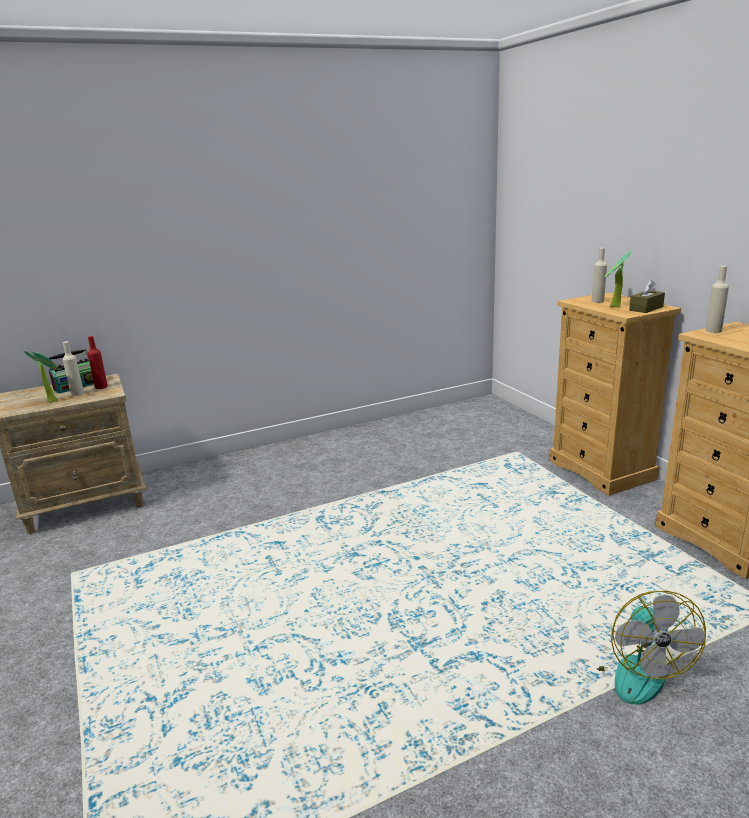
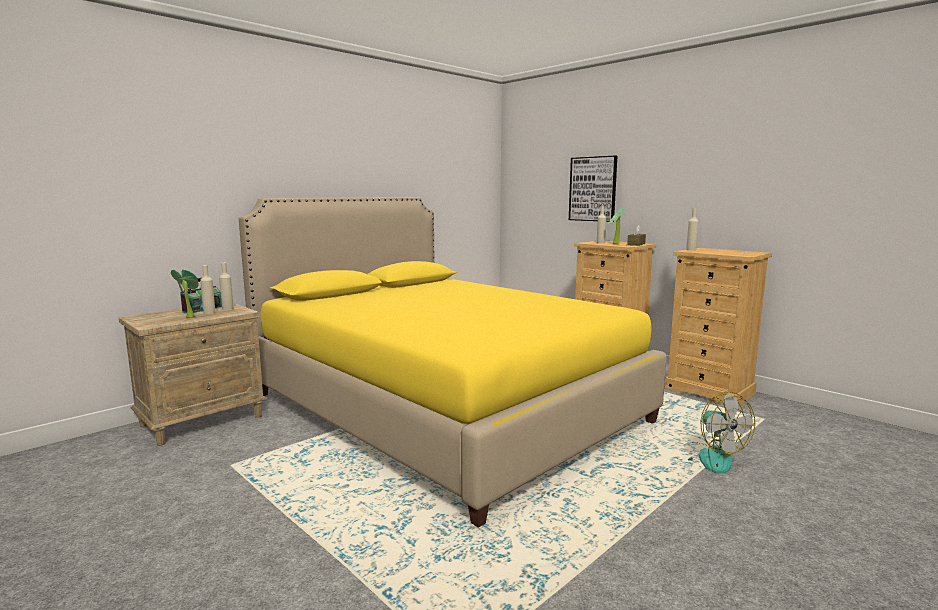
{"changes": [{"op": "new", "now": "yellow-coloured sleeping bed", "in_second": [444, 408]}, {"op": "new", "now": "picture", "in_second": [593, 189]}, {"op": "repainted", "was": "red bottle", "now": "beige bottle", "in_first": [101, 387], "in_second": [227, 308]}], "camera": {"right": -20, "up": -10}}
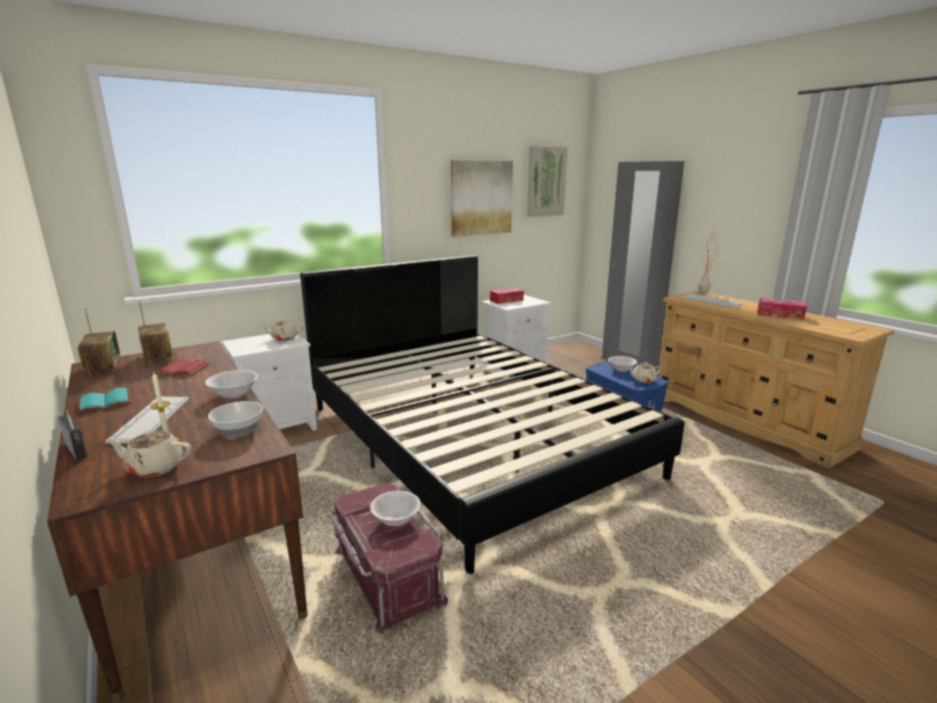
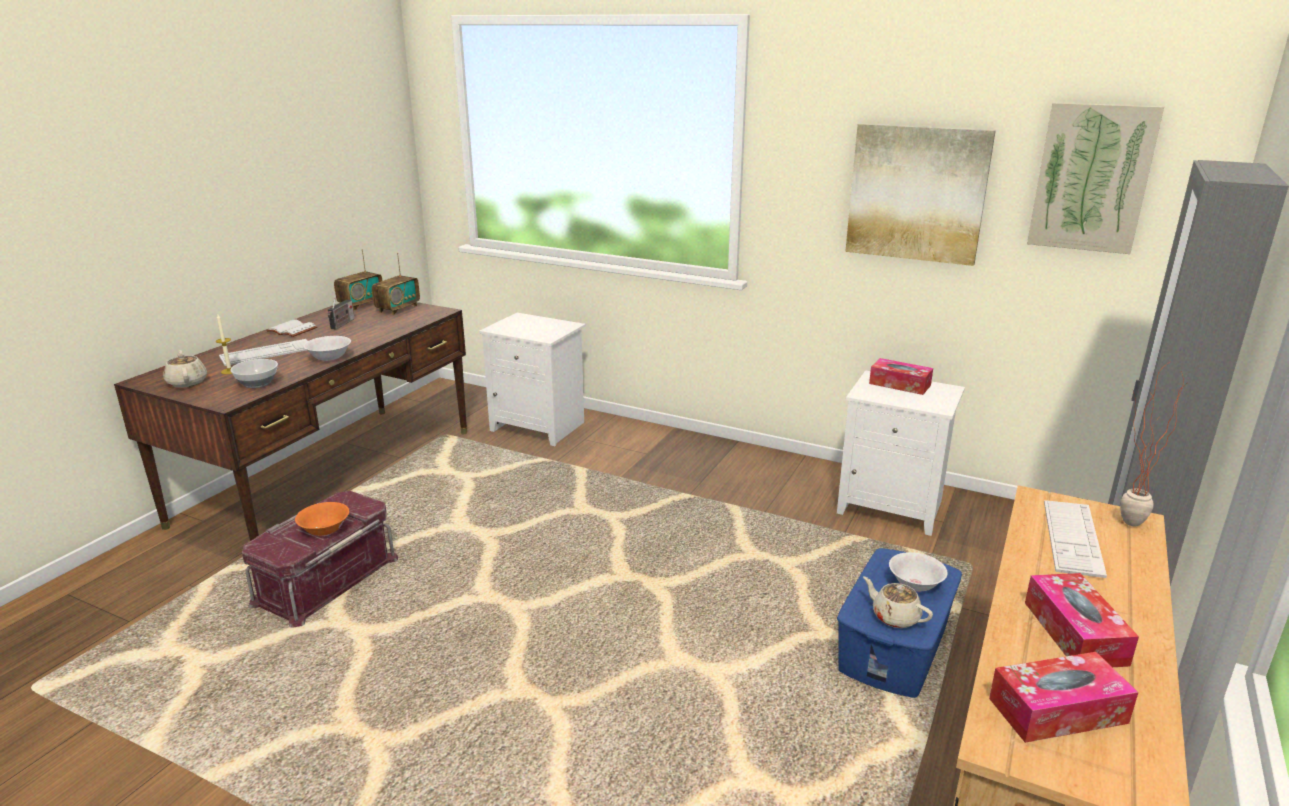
{"changes": [{"op": "gone", "was": "red bound book", "in_first": [184, 369]}, {"op": "gone", "was": "beige teapot", "in_first": [284, 338]}, {"op": "gone", "was": "black sleeping bed", "in_first": [471, 438]}, {"op": "new", "now": "tissue box", "in_second": [1057, 710]}, {"op": "shifted", "was": "radio set", "in_first": [77, 451], "in_second": [342, 324]}, {"op": "repainted", "was": "turquoise-coloured bound book", "now": "white-coloured bound book", "in_first": [104, 403], "in_second": [291, 330]}, {"op": "repainted", "was": "white-coloured deep dish", "now": "orange deep dish", "in_first": [396, 520], "in_second": [325, 531]}], "camera": {"right": 60, "up": 5}}
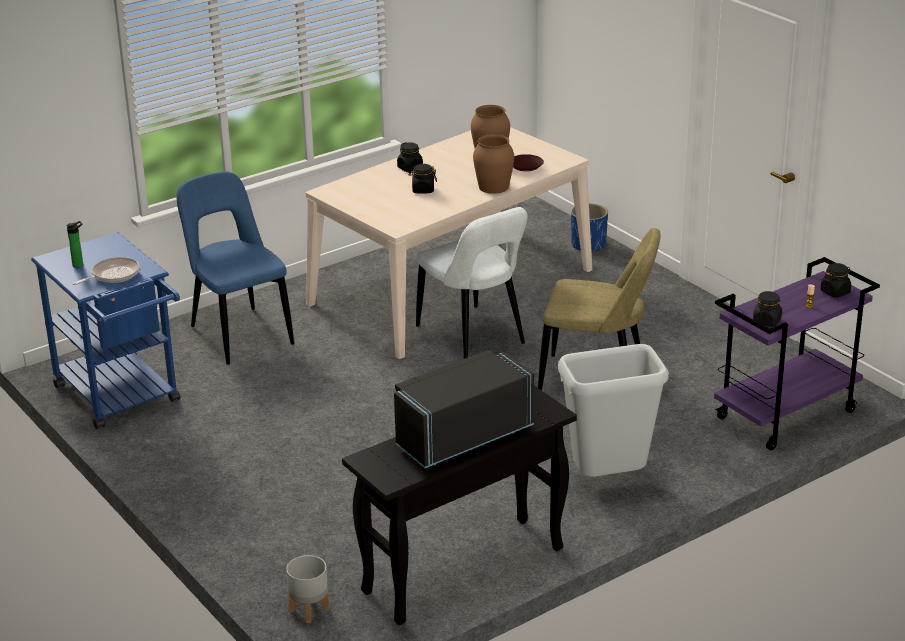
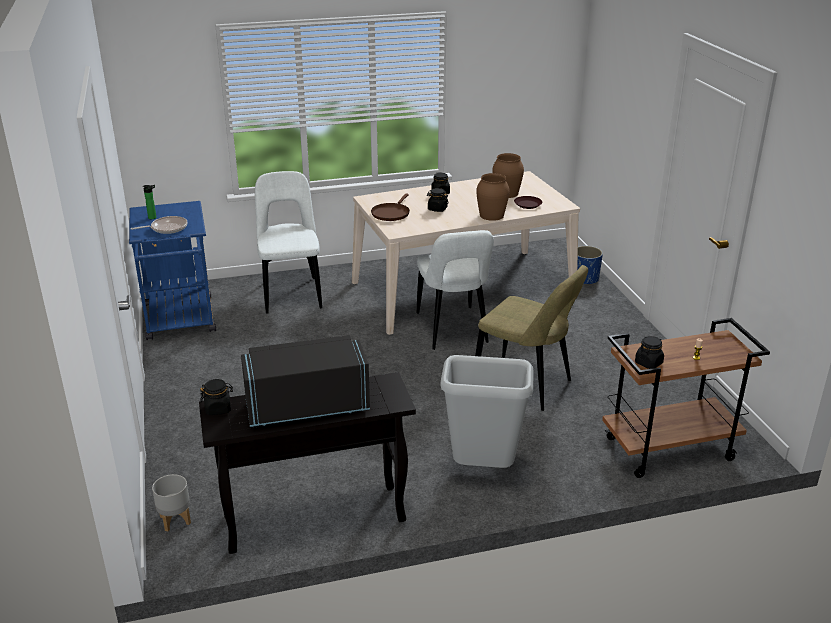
{"changes": [{"op": "new", "now": "brown-coloured frying pan", "in_second": [391, 213]}, {"op": "shifted", "was": "black storage jar", "in_first": [835, 292], "in_second": [218, 408]}, {"op": "repainted", "was": "blue upright chair", "now": "white-coloured upright chair", "in_first": [239, 333], "in_second": [291, 293]}, {"op": "repainted", "was": "purple-coloured wheeled cart", "now": "brown-coloured wheeled cart", "in_first": [785, 416], "in_second": [668, 450]}], "camera": {"right": 20, "up": 0}}
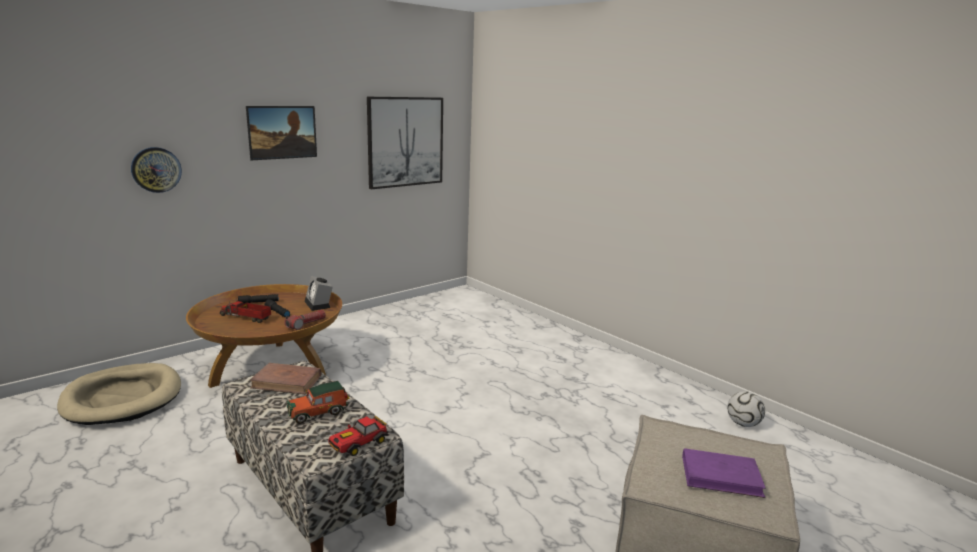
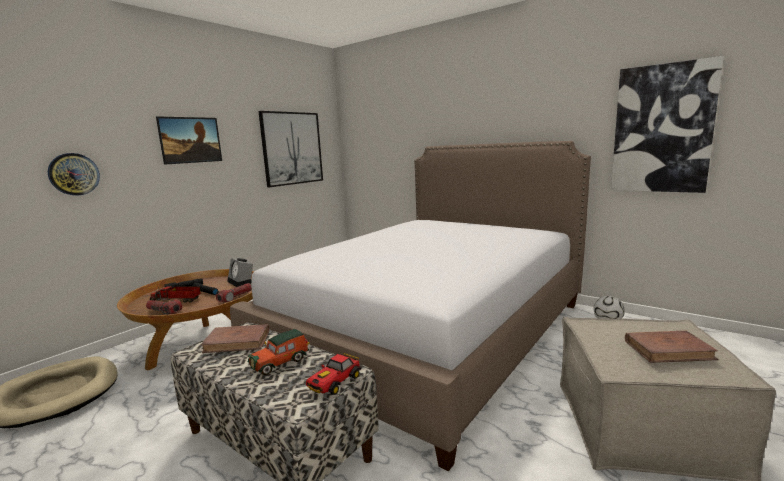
{"changes": [{"op": "new", "now": "hand torch", "in_second": [164, 312]}, {"op": "new", "now": "sleeping bed", "in_second": [431, 333]}, {"op": "new", "now": "picture", "in_second": [662, 129]}, {"op": "repainted", "was": "purple-coloured bound book", "now": "brown-coloured bound book", "in_first": [721, 476], "in_second": [668, 350]}], "camera": {"right": -10, "up": -5}}
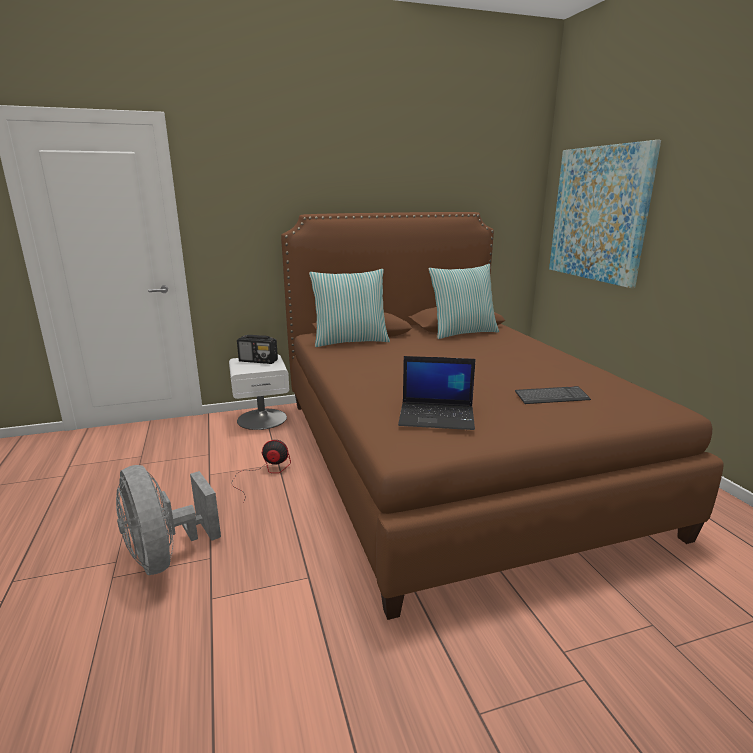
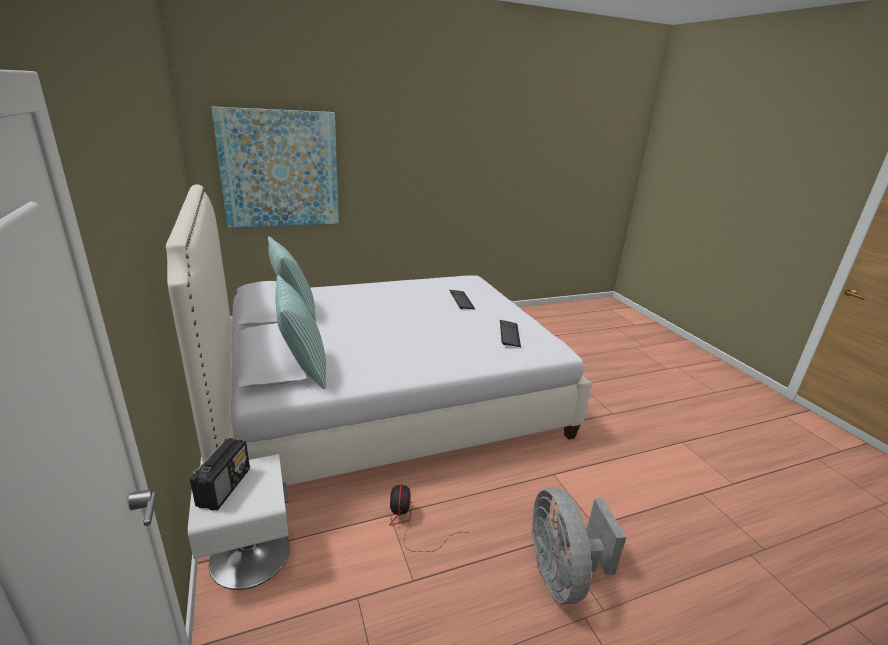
{"changes": [{"op": "swapped", "was": "notebook computer", "now": "PC keyboard", "in_first": [437, 416], "in_second": [509, 334]}, {"op": "repainted", "was": "brown-coloured sleeping bed", "now": "white-coloured sleeping bed", "in_first": [447, 458], "in_second": [385, 401]}, {"op": "rotated", "was": "grey cooling fan", "in_first": [166, 555], "in_second": [562, 574], "clockwise": 120}], "camera": {"right": -95, "up": 5}}
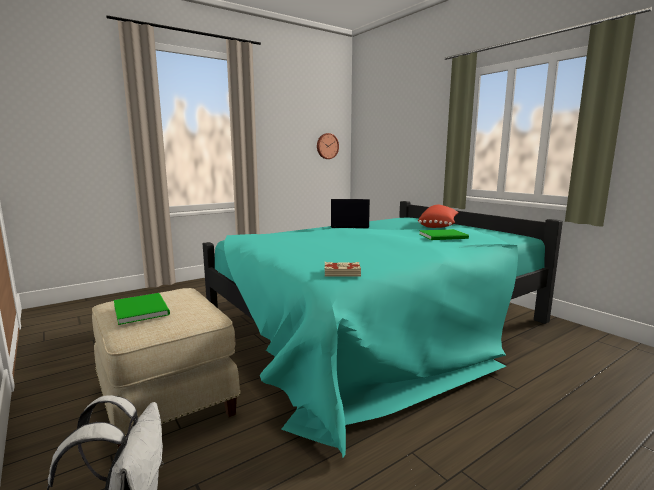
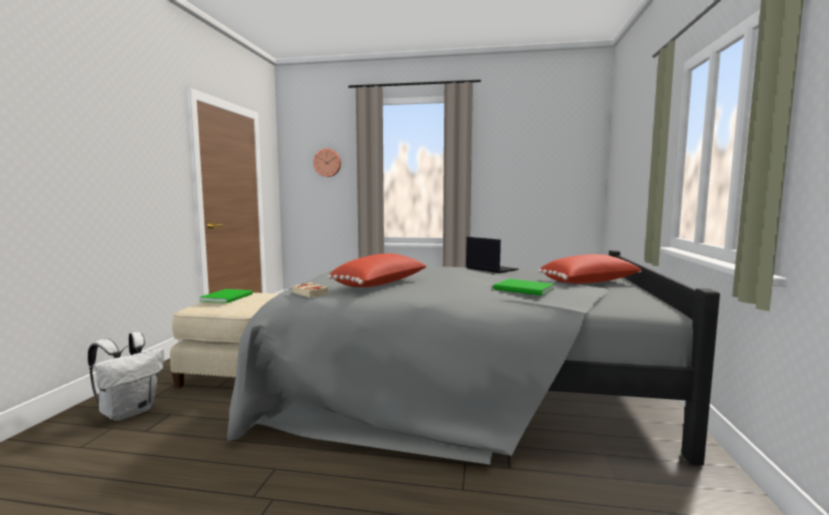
{"changes": [{"op": "new", "now": "red pillow", "in_second": [381, 284]}, {"op": "shifted", "was": "clock on the wall", "in_first": [327, 146], "in_second": [327, 162]}, {"op": "repainted", "was": "turquoise-coloured sleeping bed", "now": "grey sleeping bed", "in_first": [377, 326], "in_second": [462, 383]}], "camera": {"right": 45, "up": -5}}
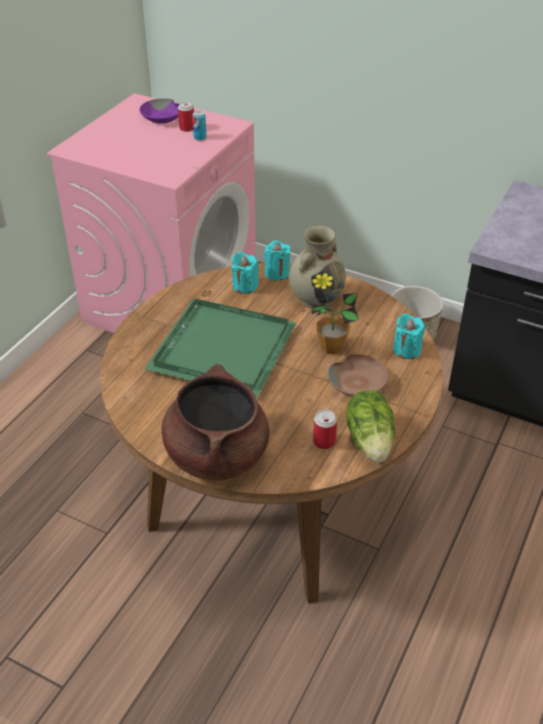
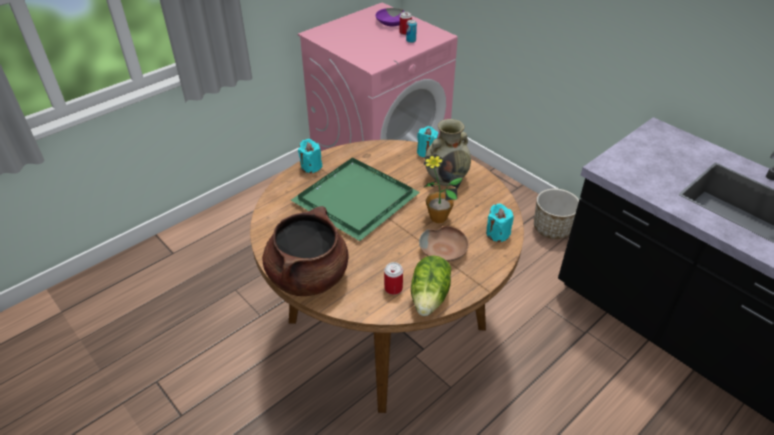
{"changes": [{"op": "shifted", "was": "turquoise-coloured candle", "in_first": [245, 286], "in_second": [311, 167]}], "camera": {"right": 20, "up": 0}}
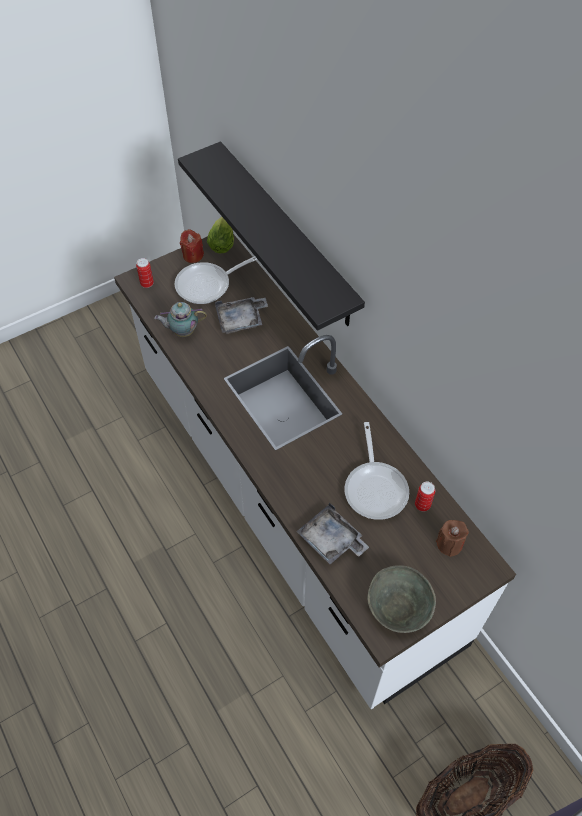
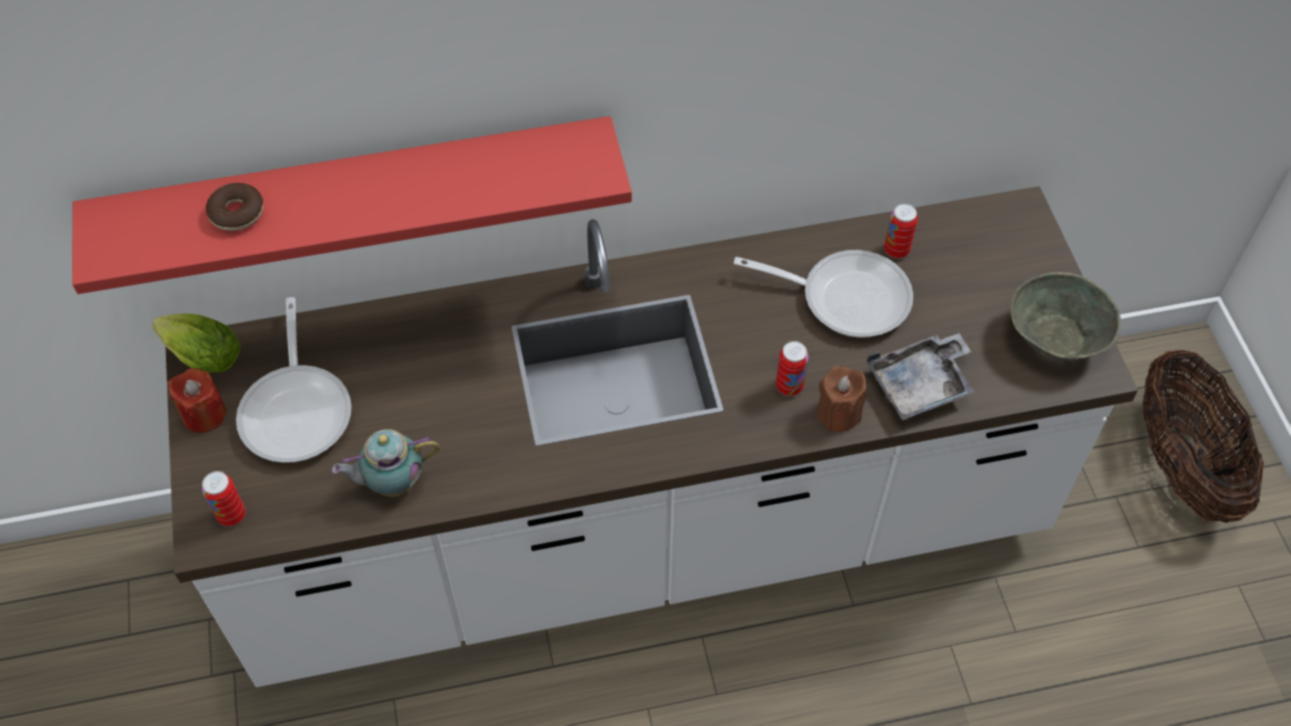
{"changes": [{"op": "gone", "was": "grey carrying tray", "in_first": [241, 320]}, {"op": "new", "now": "doughnut", "in_second": [237, 213]}, {"op": "new", "now": "can", "in_second": [789, 386]}, {"op": "shifted", "was": "brown-coloured candle", "in_first": [449, 544], "in_second": [838, 413]}, {"op": "repainted", "was": "black shelf", "now": "red shelf", "in_first": [287, 235], "in_second": [356, 193]}, {"op": "rotated", "was": "teapot", "in_first": [182, 332], "in_second": [392, 483], "clockwise": 60}], "camera": {"right": -70, "up": 0}}
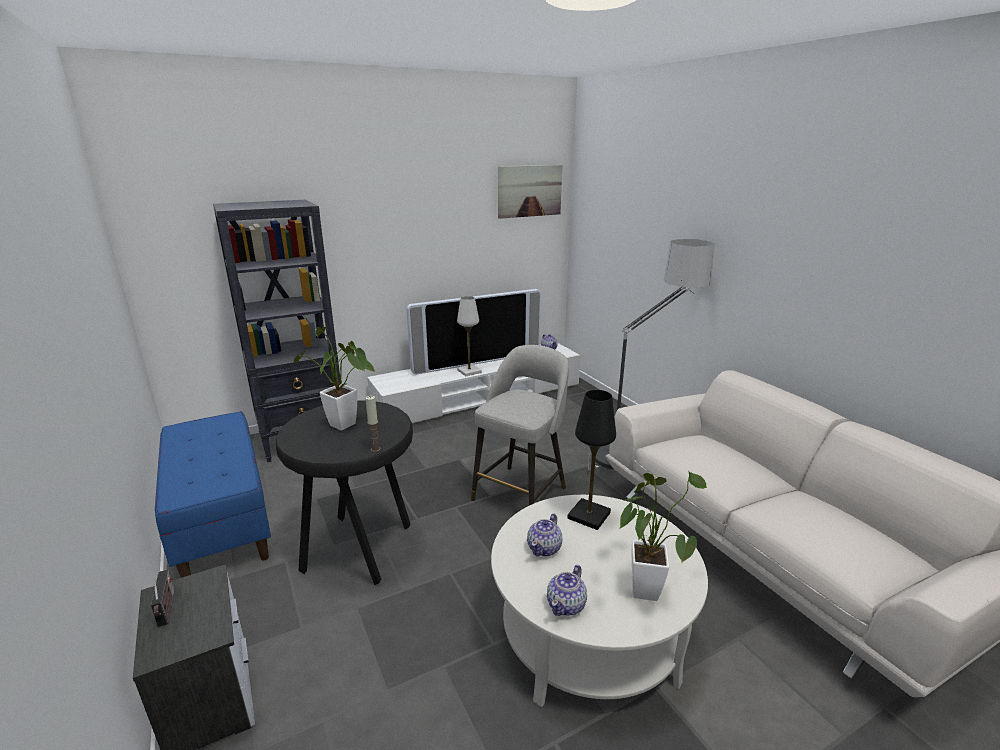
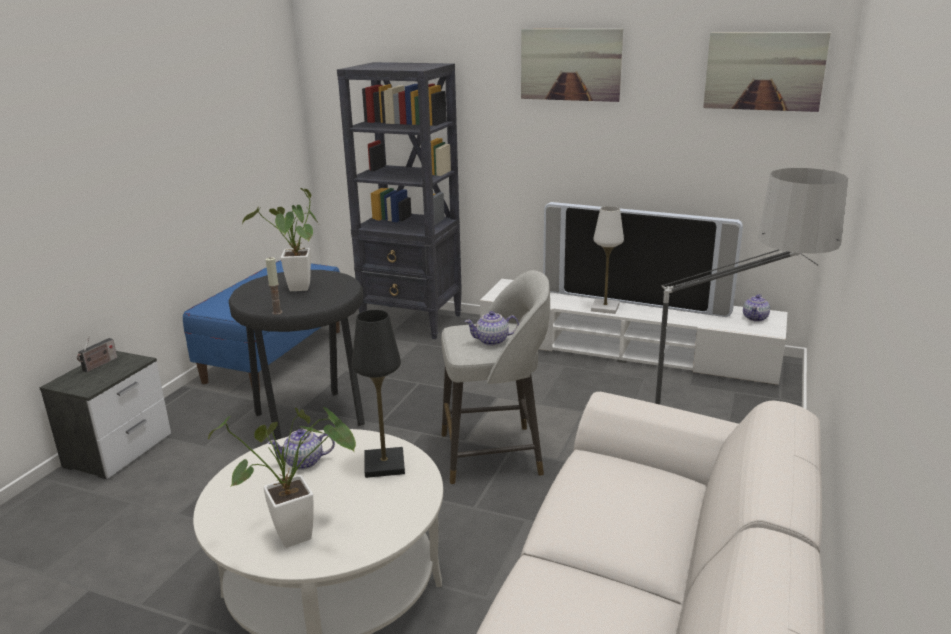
{"changes": [{"op": "new", "now": "picture", "in_second": [570, 64]}, {"op": "shifted", "was": "teapot", "in_first": [566, 605], "in_second": [492, 341]}], "camera": {"right": 50, "up": 0}}
